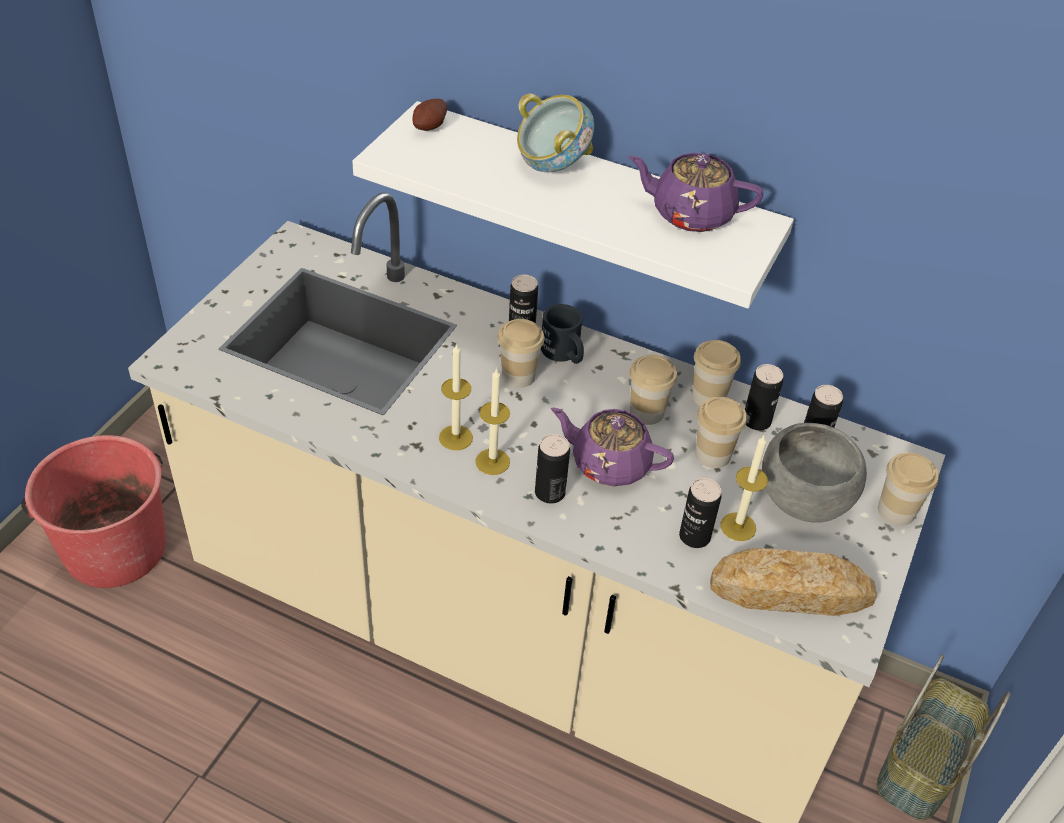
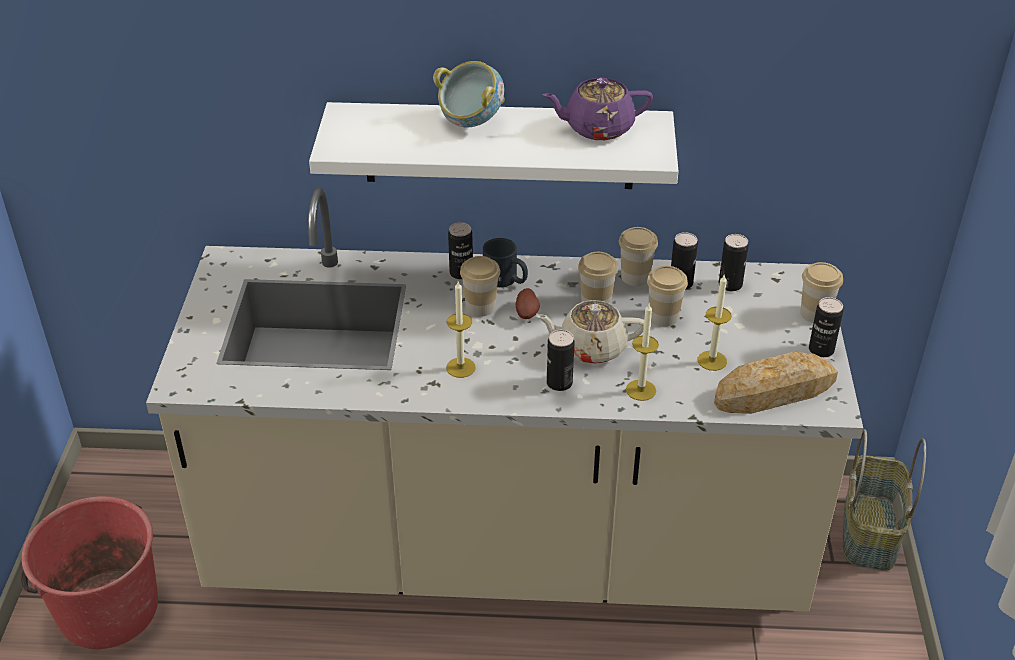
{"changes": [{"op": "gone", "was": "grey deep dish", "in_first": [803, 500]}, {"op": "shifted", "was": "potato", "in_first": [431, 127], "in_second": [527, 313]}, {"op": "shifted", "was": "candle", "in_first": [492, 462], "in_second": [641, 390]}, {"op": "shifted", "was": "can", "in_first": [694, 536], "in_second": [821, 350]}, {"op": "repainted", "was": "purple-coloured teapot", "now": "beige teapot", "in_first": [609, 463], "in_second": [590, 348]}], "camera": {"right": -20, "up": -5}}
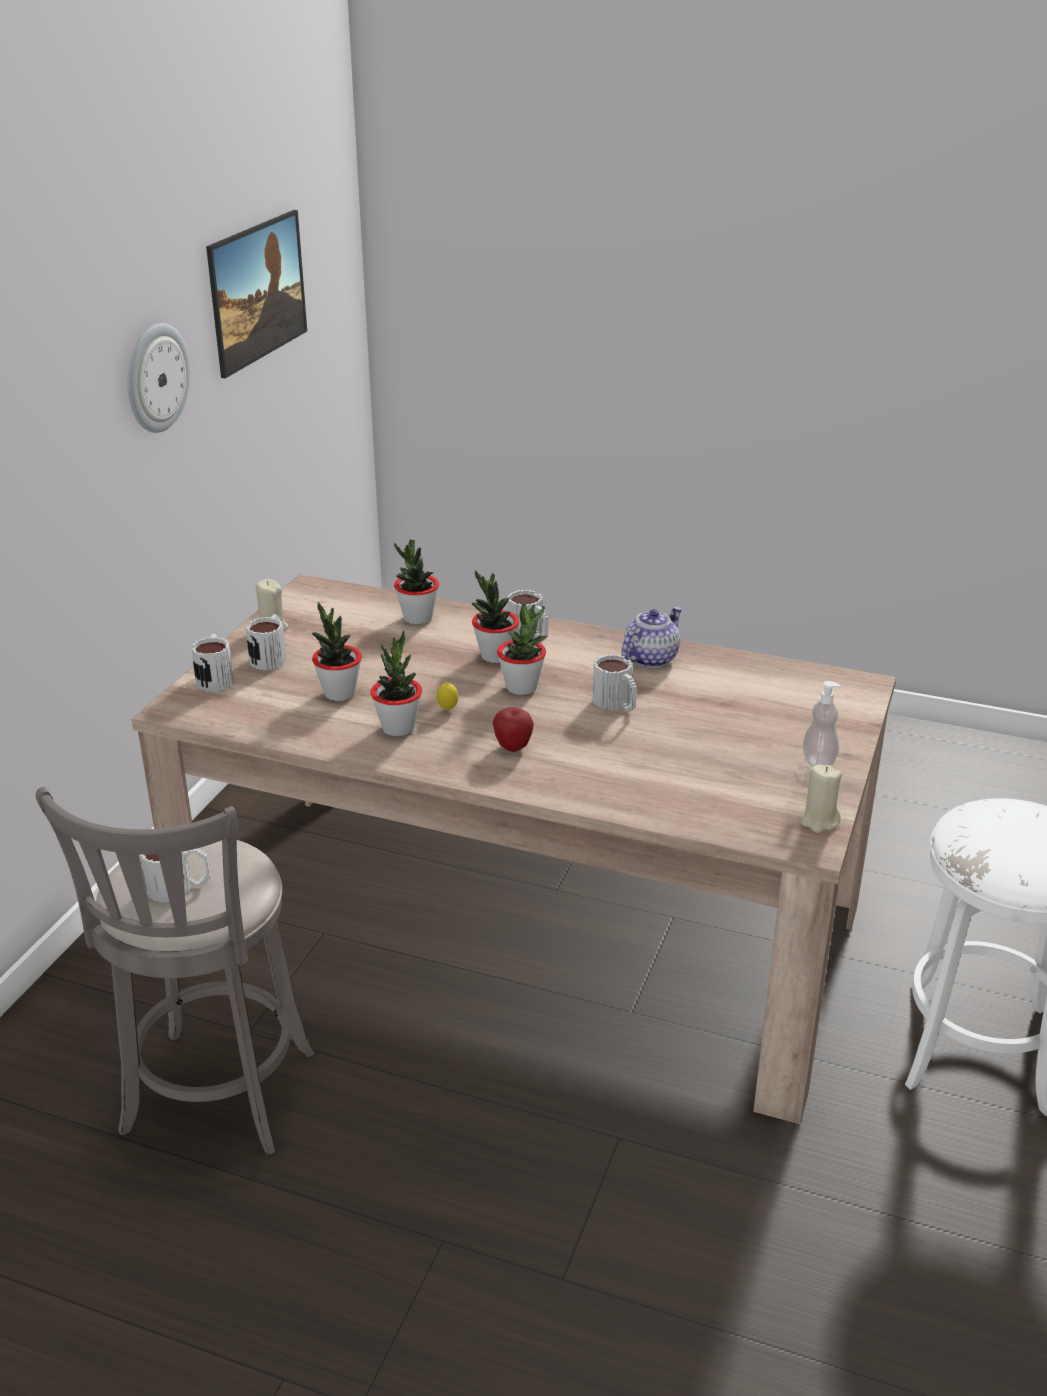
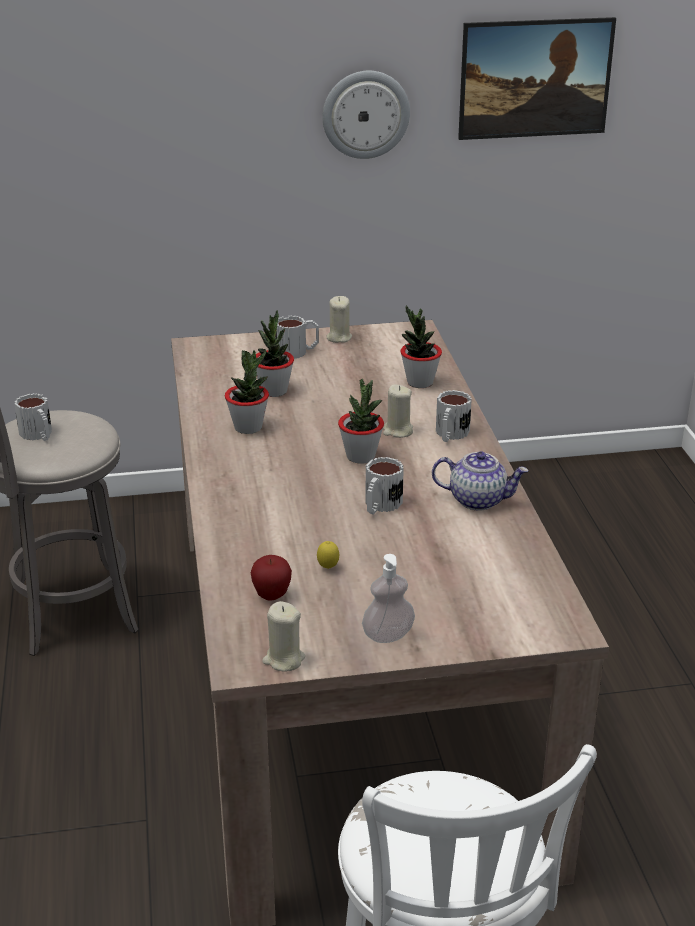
{"changes": [{"op": "gone", "was": "tea mug", "in_first": [216, 677]}, {"op": "shifted", "was": "lemon", "in_first": [447, 709], "in_second": [328, 568]}, {"op": "shifted", "was": "apple fruit", "in_first": [513, 747], "in_second": [272, 596]}, {"op": "swapped", "was": "houseplant", "now": "beige candle", "in_first": [495, 656], "in_second": [398, 431]}], "camera": {"right": 60, "up": 0}}
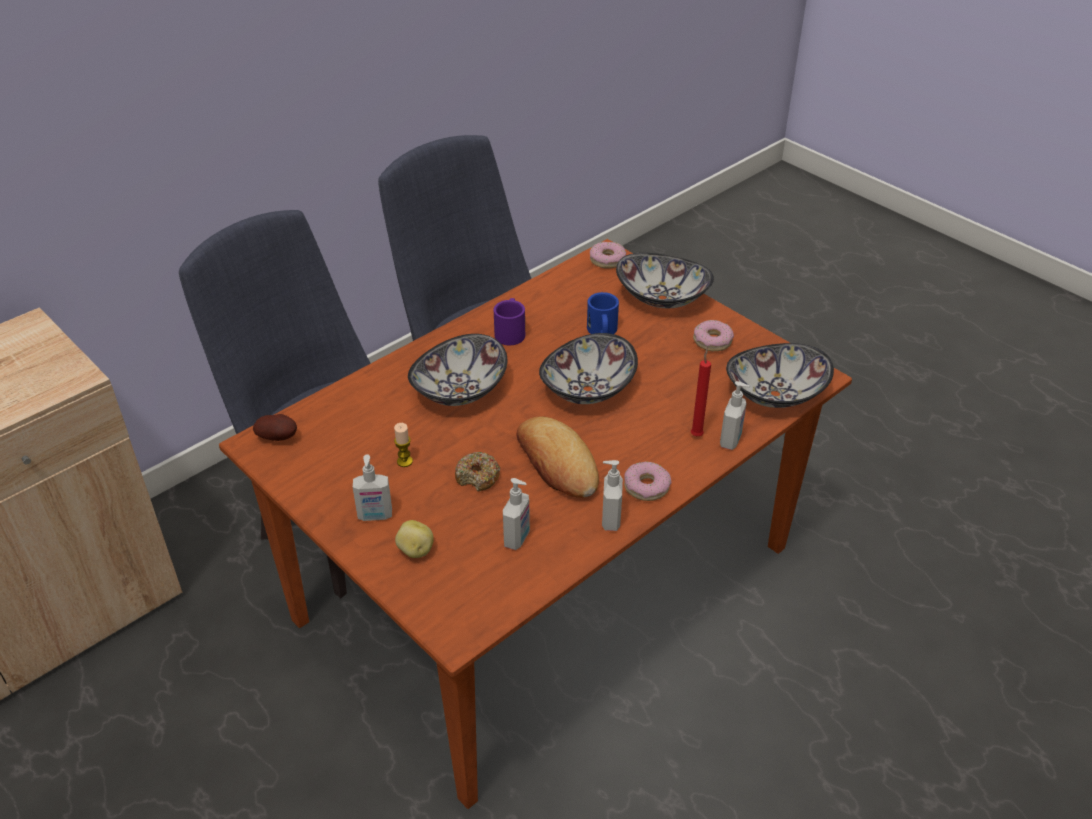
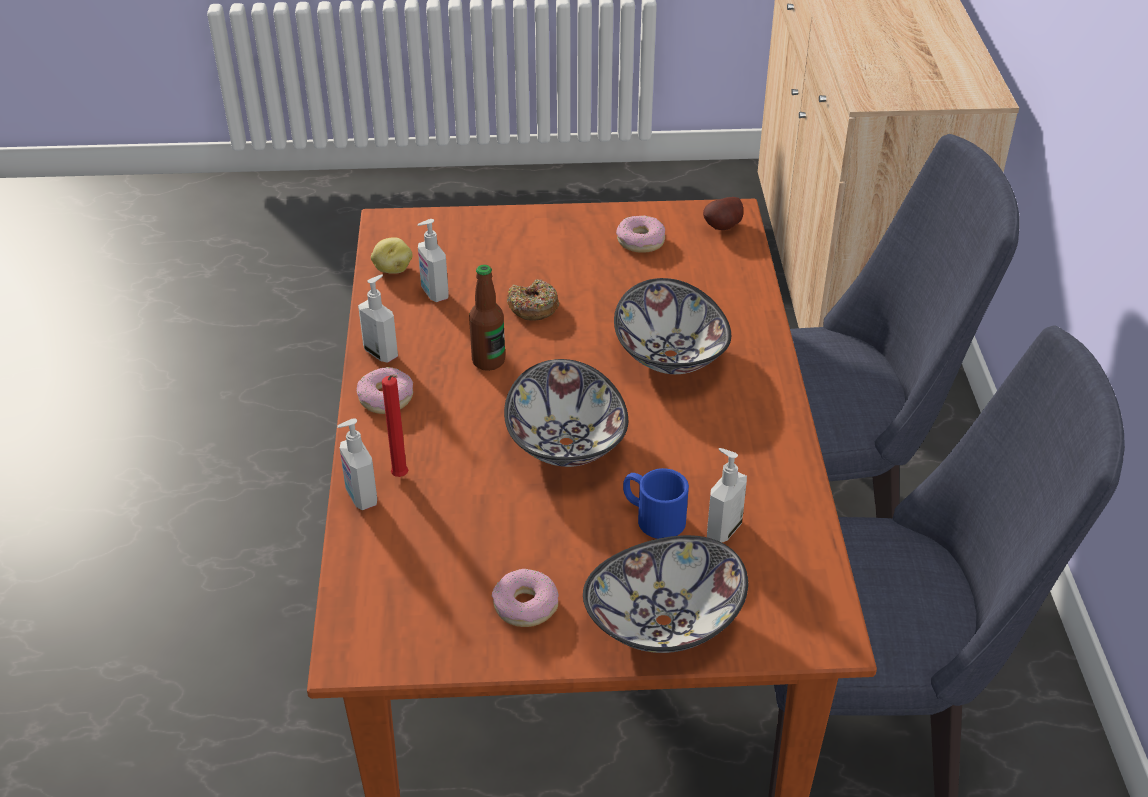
{"changes": [{"op": "gone", "was": "candle", "in_first": [404, 461]}, {"op": "gone", "was": "purple-coloured tea mug", "in_first": [510, 331]}, {"op": "gone", "was": "deep dish", "in_first": [774, 393]}, {"op": "shifted", "was": "liquid soap bottle", "in_first": [375, 516], "in_second": [723, 528]}, {"op": "shifted", "was": "potato", "in_first": [415, 550], "in_second": [392, 269]}, {"op": "shifted", "was": "doughnut", "in_first": [607, 260], "in_second": [641, 241]}, {"op": "swapped", "was": "bread", "now": "bottle", "in_first": [557, 463], "in_second": [488, 361]}], "camera": {"right": 130, "up": 0}}
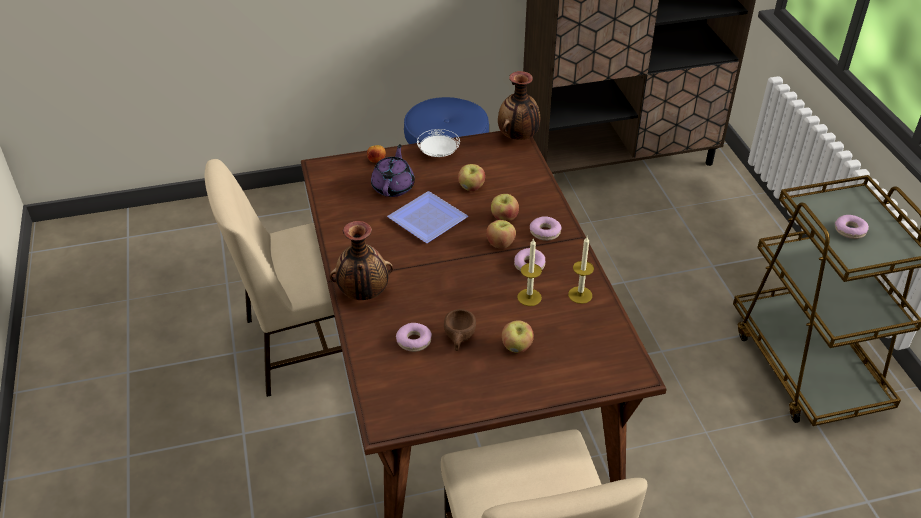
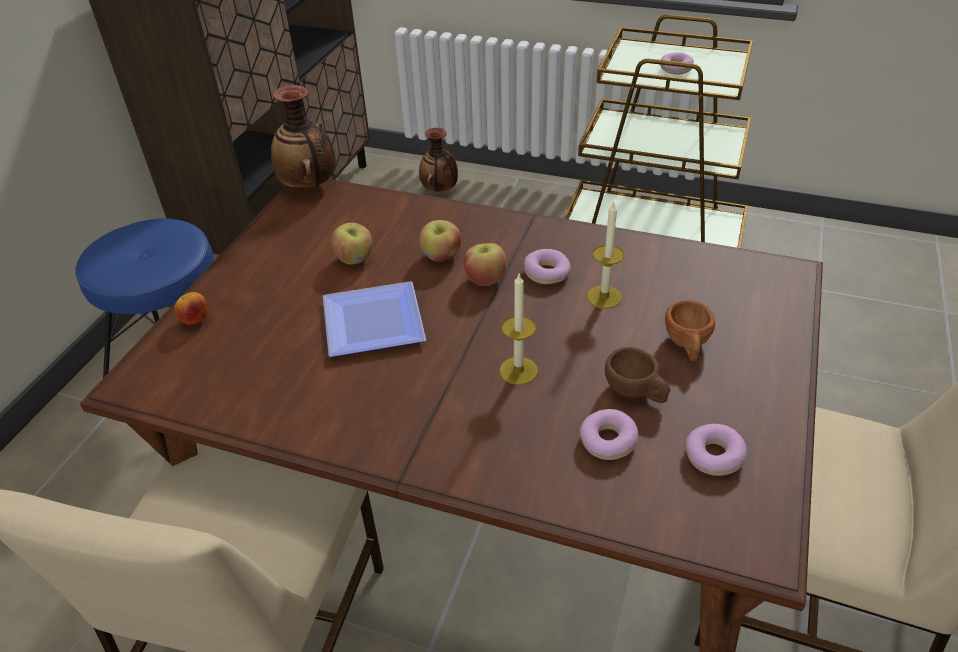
{"changes": [{"op": "gone", "was": "purple-coloured teapot", "in_first": [393, 187]}, {"op": "gone", "was": "white-coloured flat dish", "in_first": [438, 153]}, {"op": "shifted", "was": "vase", "in_first": [363, 293], "in_second": [440, 190]}, {"op": "shifted", "was": "doughnut", "in_first": [545, 232], "in_second": [713, 456]}, {"op": "shifted", "was": "candle", "in_first": [580, 295], "in_second": [518, 370]}, {"op": "swapped", "was": "apple fruit", "now": "brown-coloured drinking cup", "in_first": [517, 347], "in_second": [687, 345]}], "camera": {"right": -55, "up": 0}}
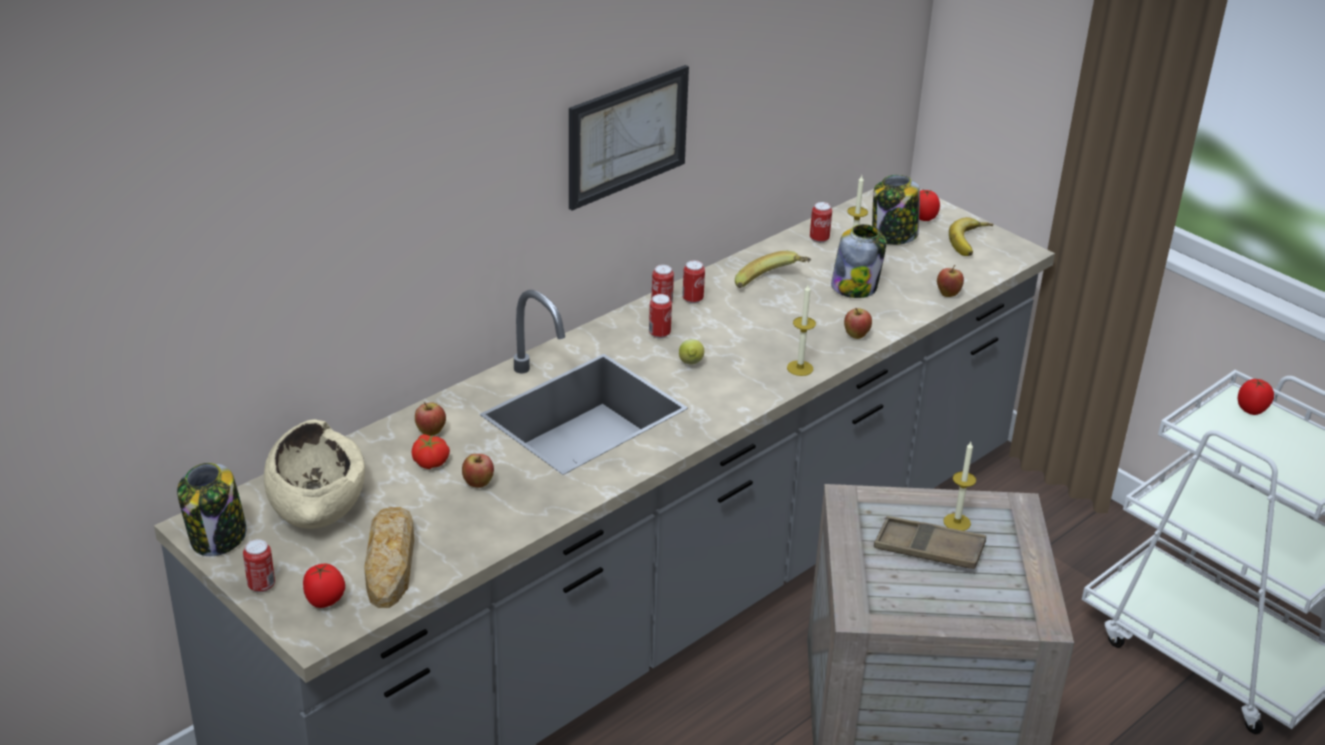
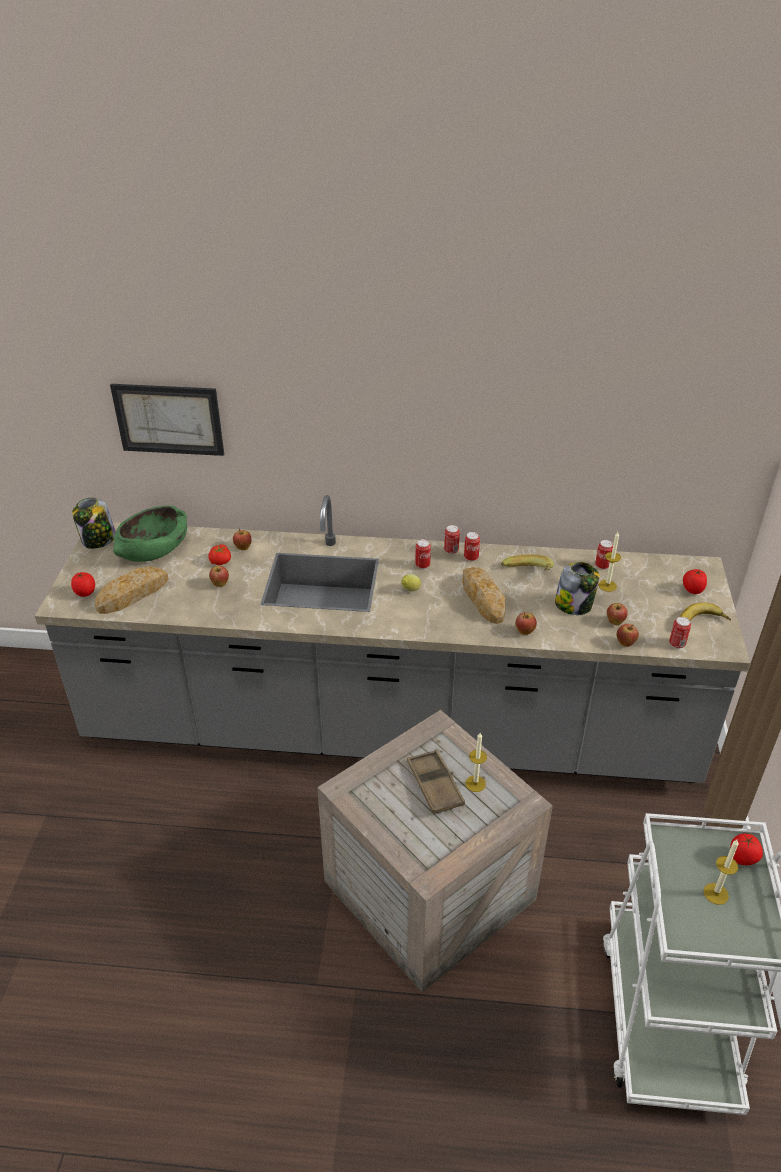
{"changes": [{"op": "gone", "was": "storage jar", "in_first": [893, 236]}, {"op": "new", "now": "bread", "in_second": [482, 598]}, {"op": "new", "now": "apple fruit", "in_second": [615, 622]}, {"op": "shifted", "was": "can", "in_first": [261, 585], "in_second": [677, 644]}, {"op": "shifted", "was": "picture", "in_first": [627, 136], "in_second": [169, 419]}, {"op": "shifted", "was": "candle", "in_first": [800, 368], "in_second": [716, 893]}, {"op": "repainted", "was": "beige deep dish", "now": "green-coloured deep dish", "in_first": [316, 500], "in_second": [154, 549]}], "camera": {"right": 50, "up": 5}}
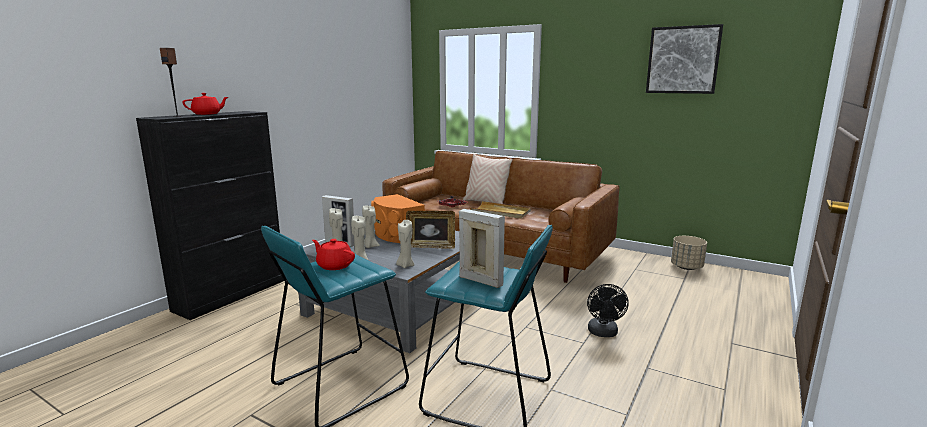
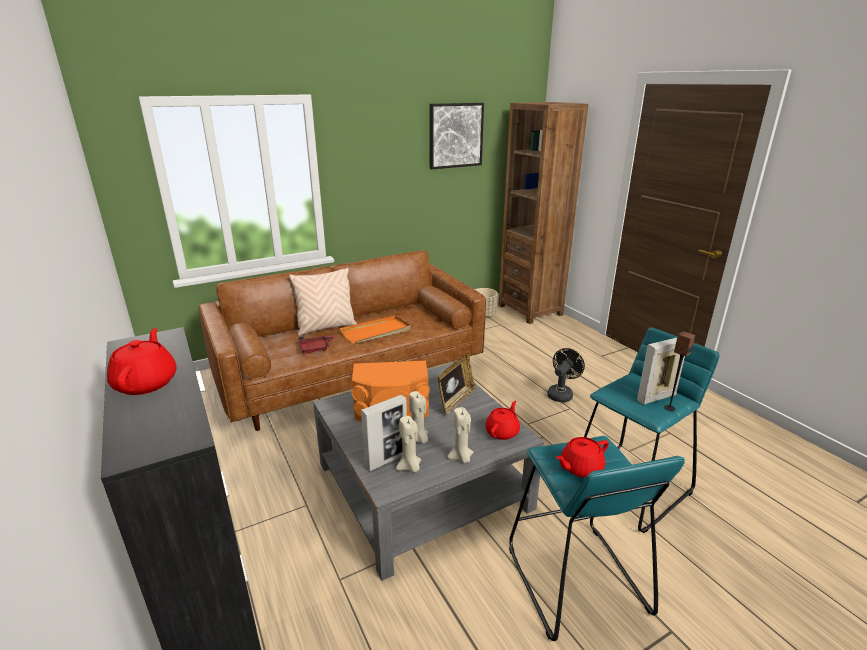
{"changes": [{"op": "new", "now": "brown-coloured shelving unit", "in_second": [530, 310]}, {"op": "shifted", "was": "loudspeaker", "in_first": [177, 116], "in_second": [669, 408]}, {"op": "swapped", "was": "beige candle", "now": "red teapot", "in_first": [405, 265], "in_second": [502, 432]}, {"op": "repainted", "was": "beige carrying tray", "now": "orange carrying tray", "in_first": [501, 212], "in_second": [376, 332]}, {"op": "rotated", "was": "black cooling fan", "in_first": [603, 333], "in_second": [561, 394], "clockwise": -90}], "camera": {"right": -60, "up": 10}}
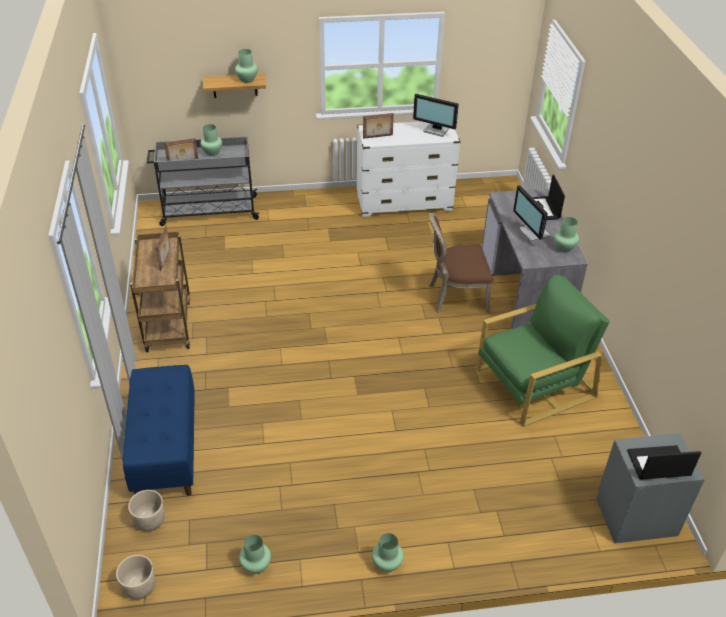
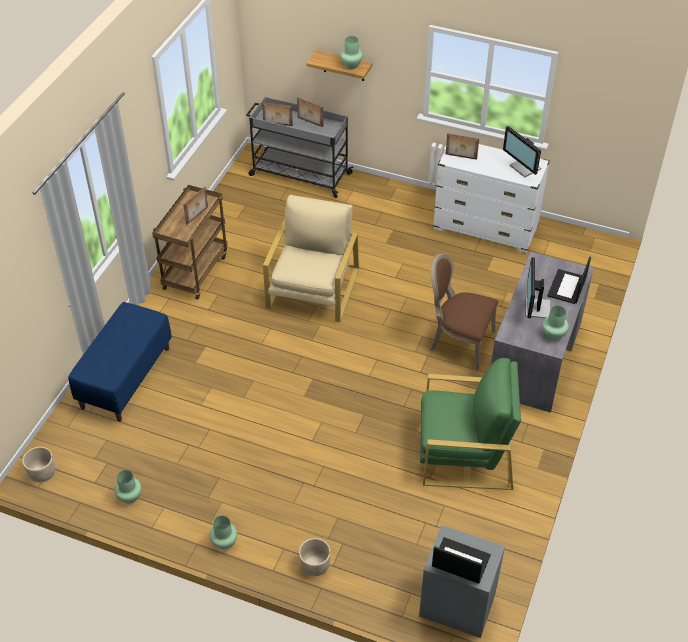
{"changes": [{"op": "new", "now": "beige easy chair", "in_second": [312, 289]}, {"op": "shifted", "was": "beige planter", "in_first": [150, 521], "in_second": [315, 566]}, {"op": "swapped", "was": "green-coloured vase", "now": "photo frame", "in_first": [212, 152], "in_second": [310, 122]}], "camera": {"right": 30, "up": 5}}
